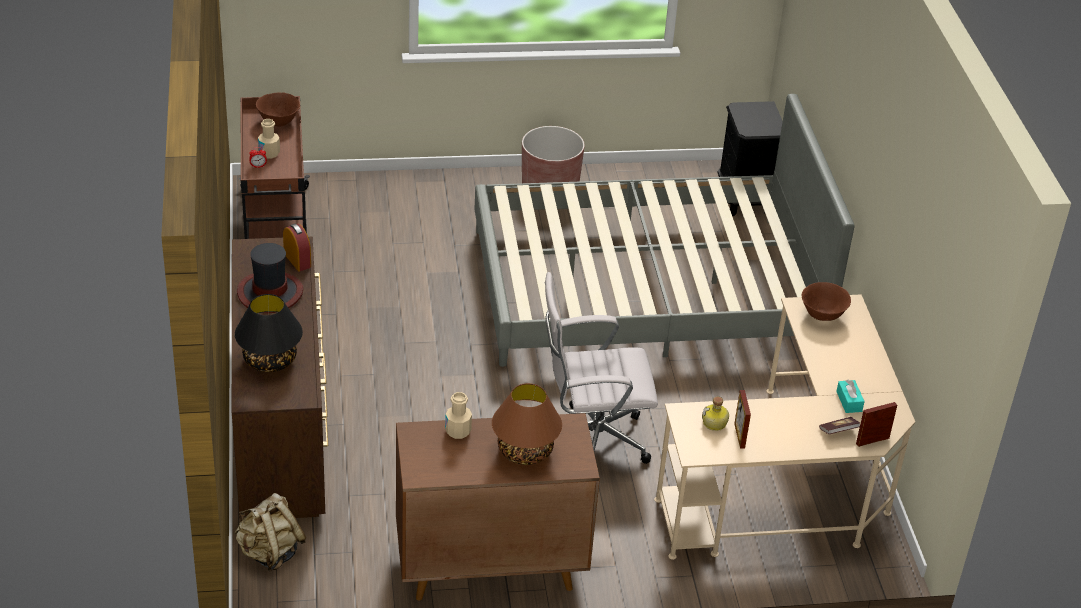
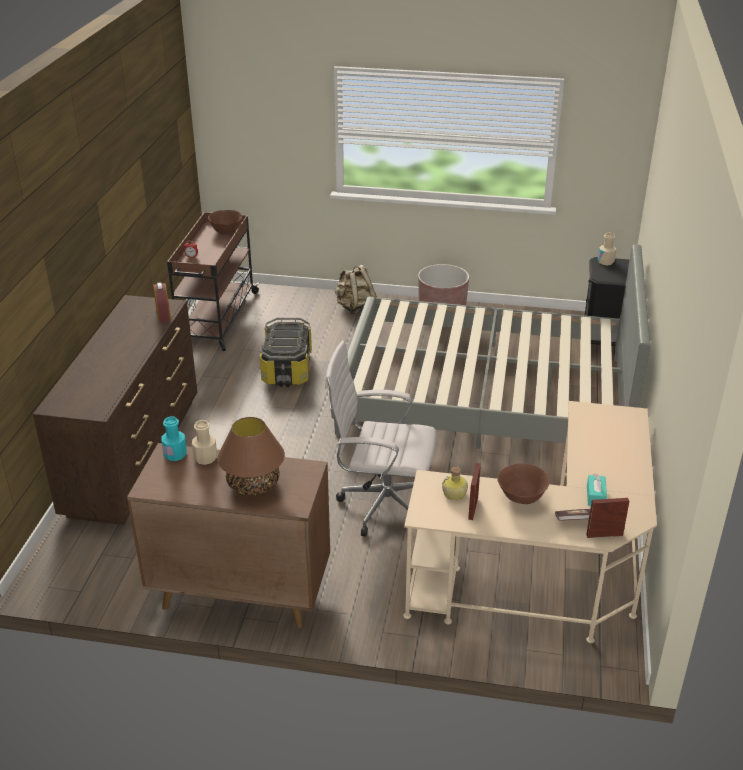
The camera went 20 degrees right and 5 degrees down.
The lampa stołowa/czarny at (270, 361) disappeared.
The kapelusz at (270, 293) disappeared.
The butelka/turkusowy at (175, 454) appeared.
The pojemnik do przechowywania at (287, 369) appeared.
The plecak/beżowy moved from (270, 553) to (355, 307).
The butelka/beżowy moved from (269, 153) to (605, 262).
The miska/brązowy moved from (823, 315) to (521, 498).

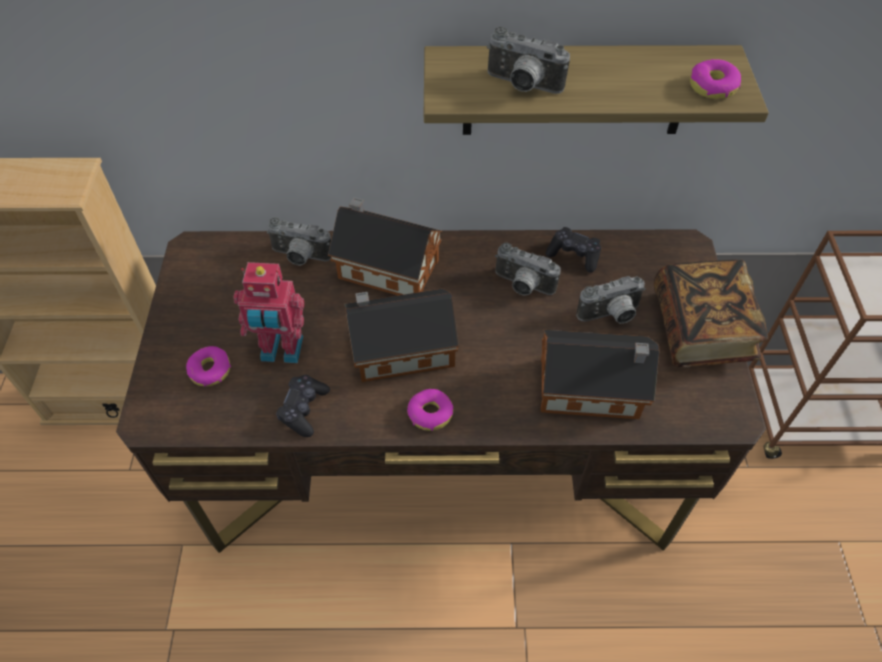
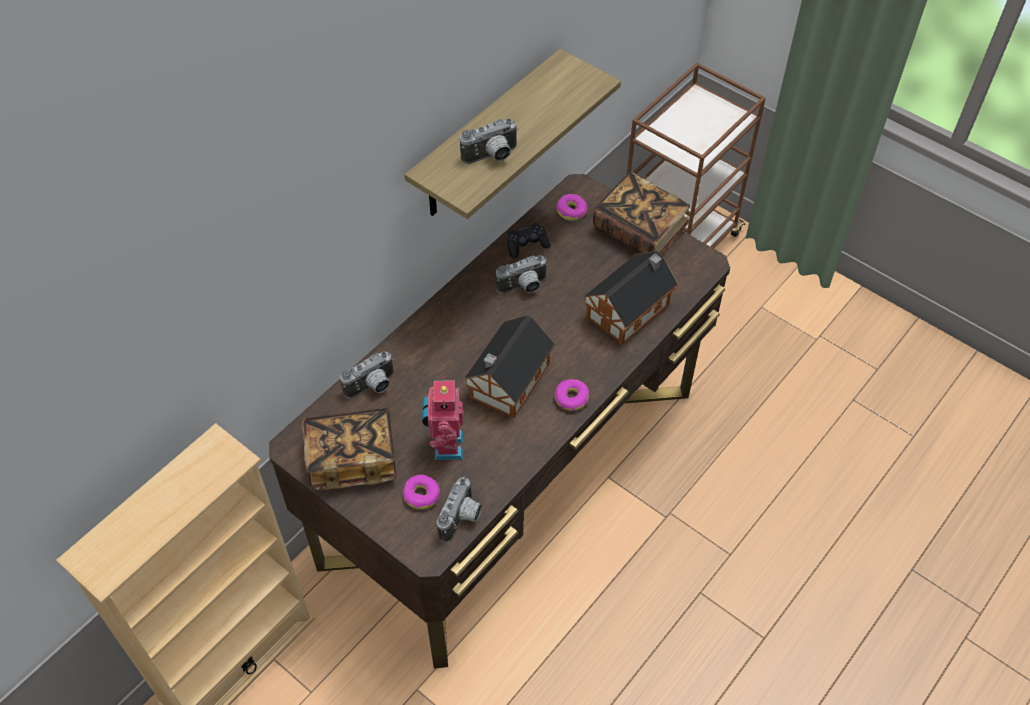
The camera went 50 degrees left and 0 degrees up.
The pad do gier/czarny at (304, 409) disappeared.
The domek at (385, 267) disappeared.
The książka at (352, 459) appeared.
The aparat fotograficzny moved from (611, 316) to (462, 519).
The donut moved from (712, 87) to (571, 211).
The robot zabawkowy at (281, 351) turned 135 degrees clockwise.

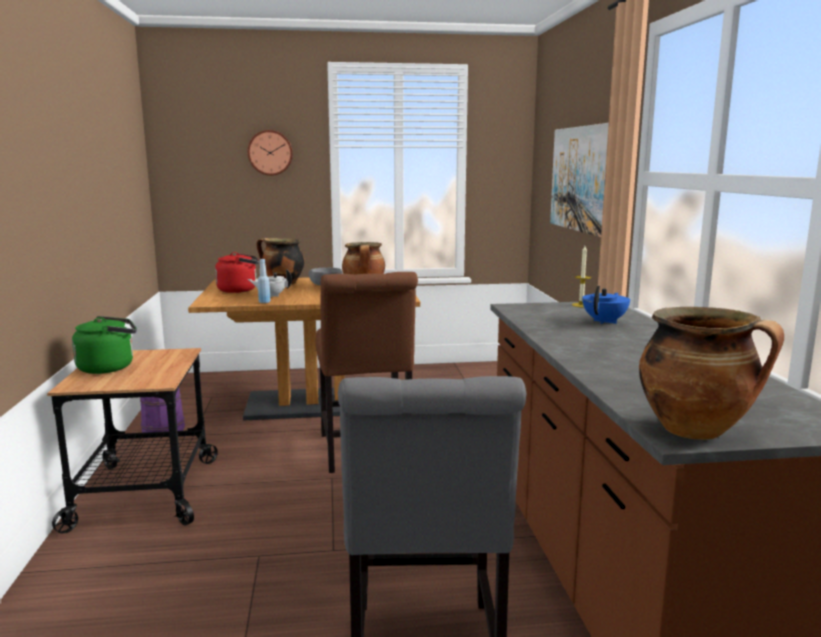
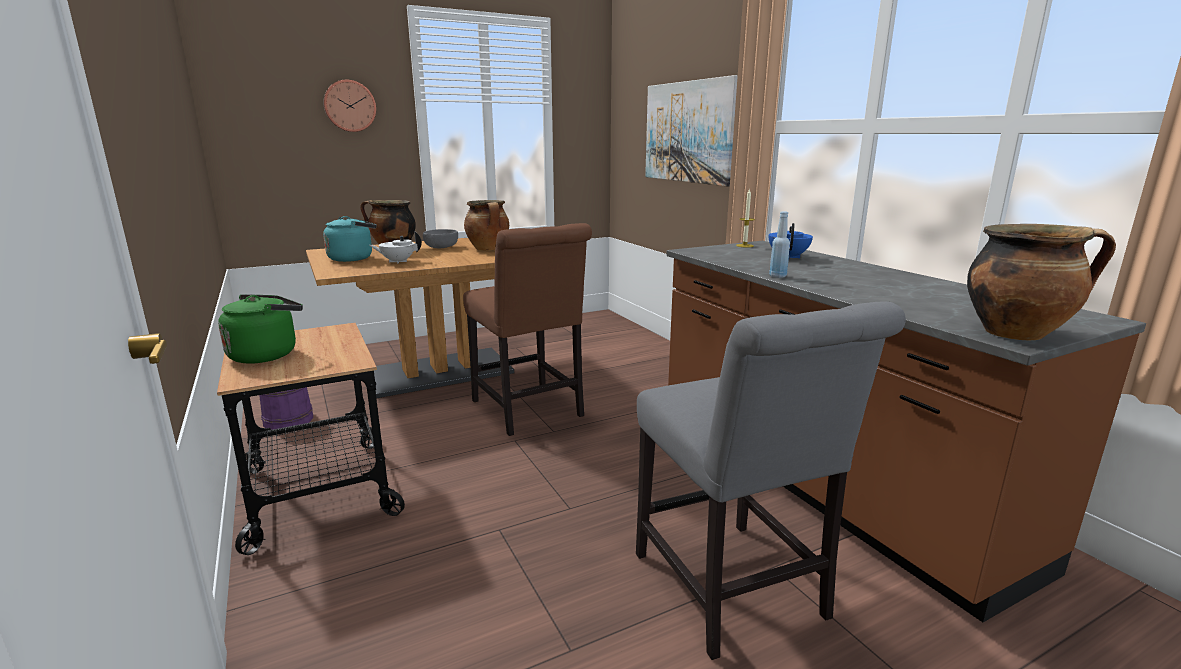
The camera went 20 degrees left and 5 degrees up.
The butelka/niebieski moved from (264, 302) to (777, 276).
The czajnik/czerwony at (240, 290) became the czajnik/turkusowy at (353, 258).

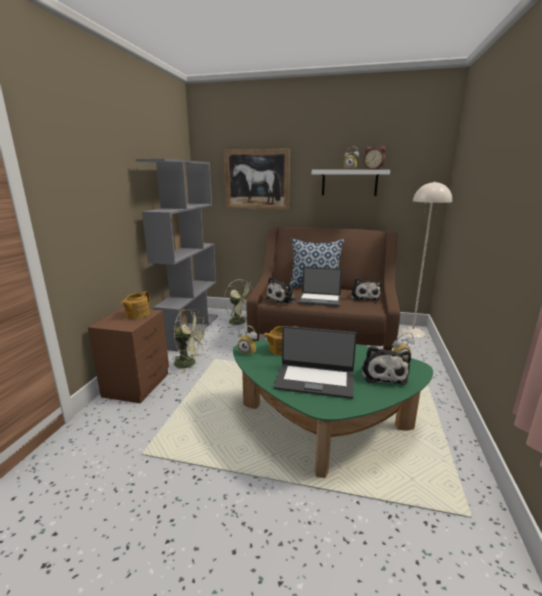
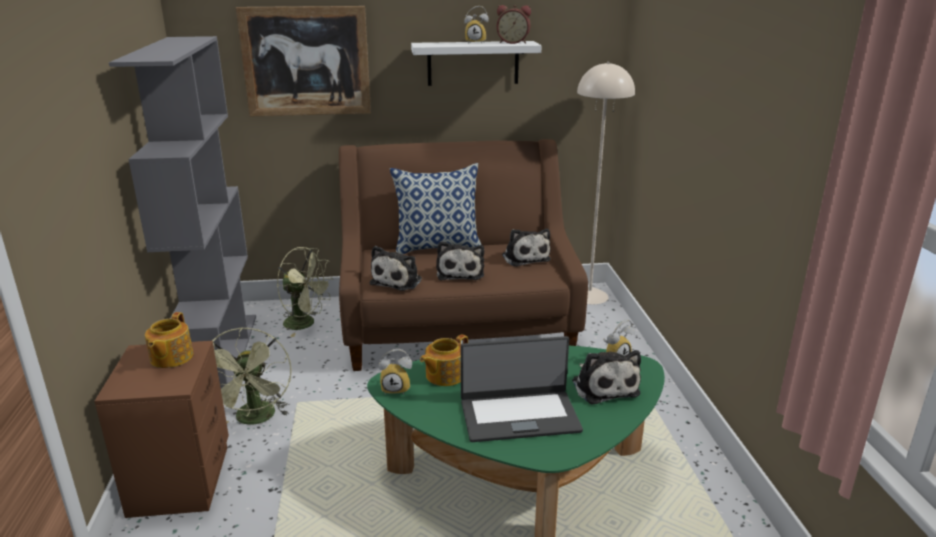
The camera went 20 degrees left and 5 degrees up.
The laptop at (320, 300) was replaced by the pluszak at (460, 272).
The wentylator/zielony at (190, 363) turned 90 degrees clockwise.

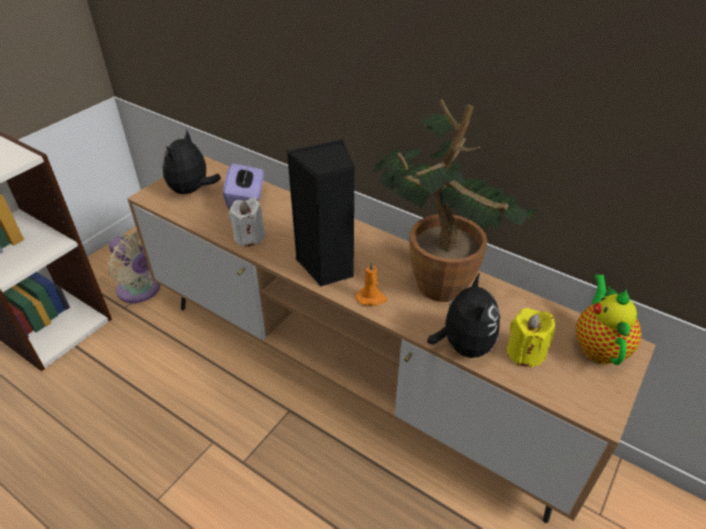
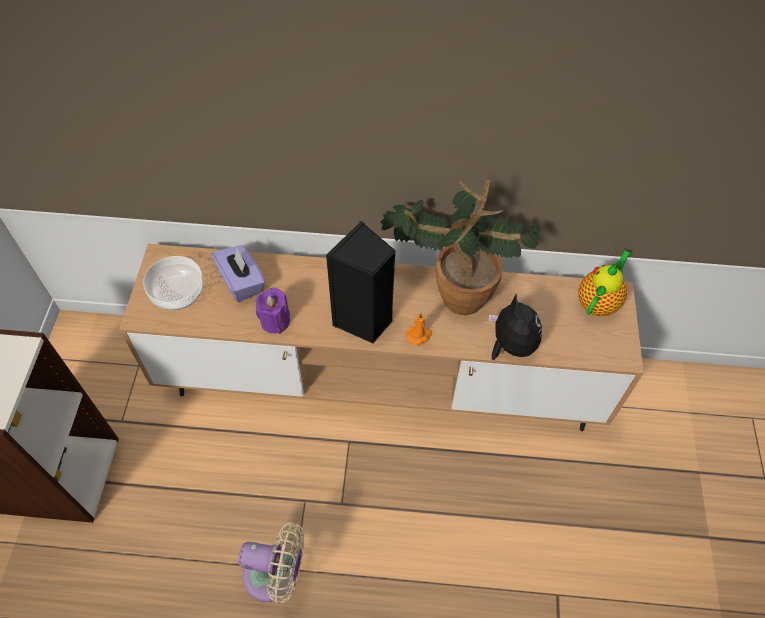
The camera went 30 degrees left and 15 degrees up.
The świeca/żółty at (525, 352) disappeared.
The wentylator/beżowy moved from (141, 290) to (276, 575).
The pluszak at (192, 191) was replaced by the miska at (178, 293).
The świeca/biały at (249, 237) became the świeca/fioletowy at (275, 321).
The imbryk at (598, 346) turned 60 degrees clockwise.

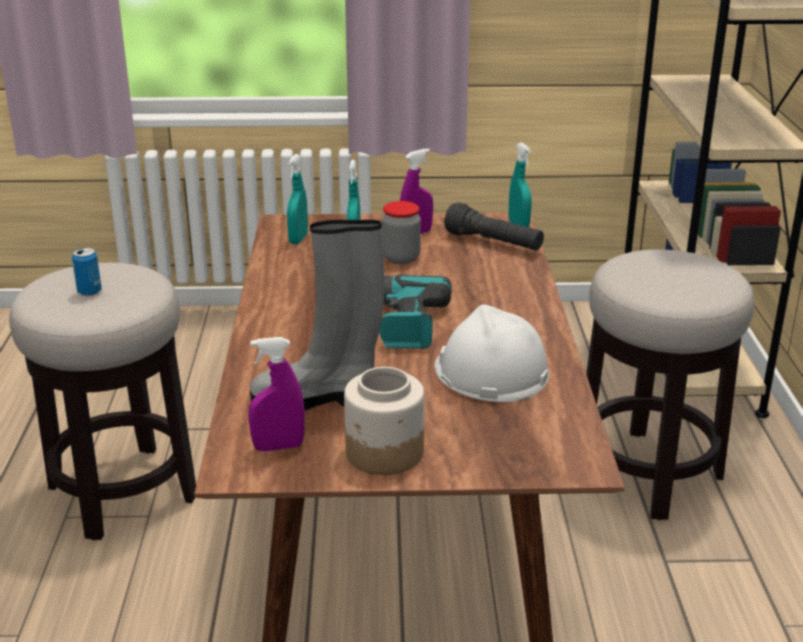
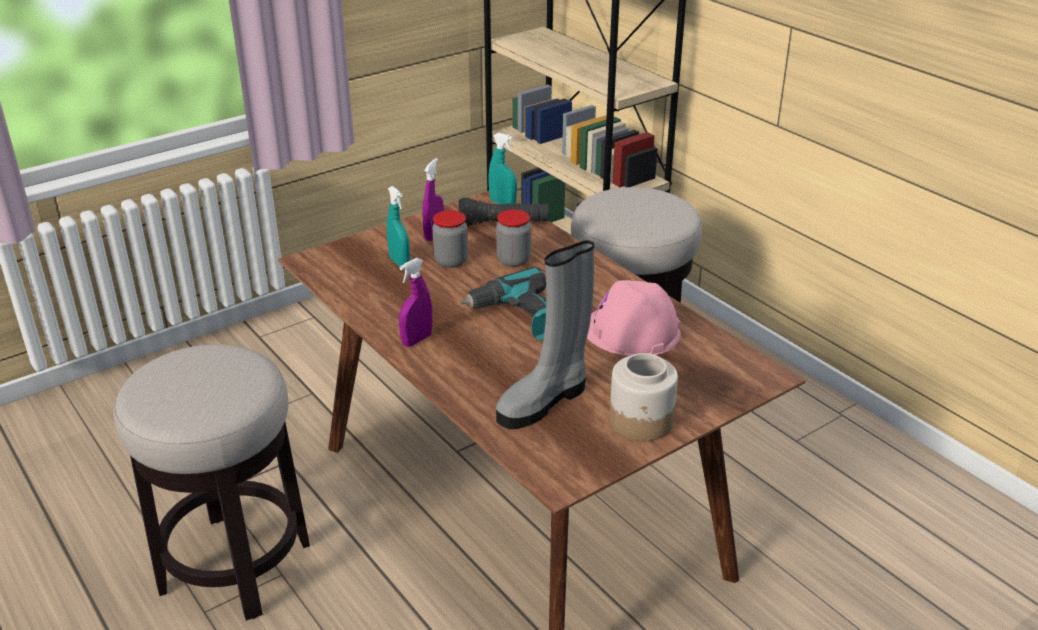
The camera went 35 degrees left and 5 degrees up.
The puszka at (89, 292) disappeared.
The spryskiwacz/turkusowy at (298, 239) disappeared.
The słoik at (513, 260) appeared.
The spryskiwacz/fioletowy moved from (278, 447) to (417, 340).
The kask/biały at (490, 371) became the kask/różowy at (631, 331).

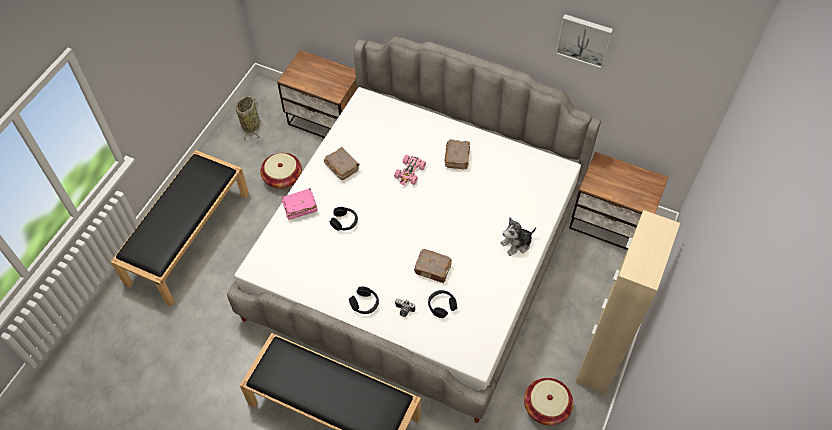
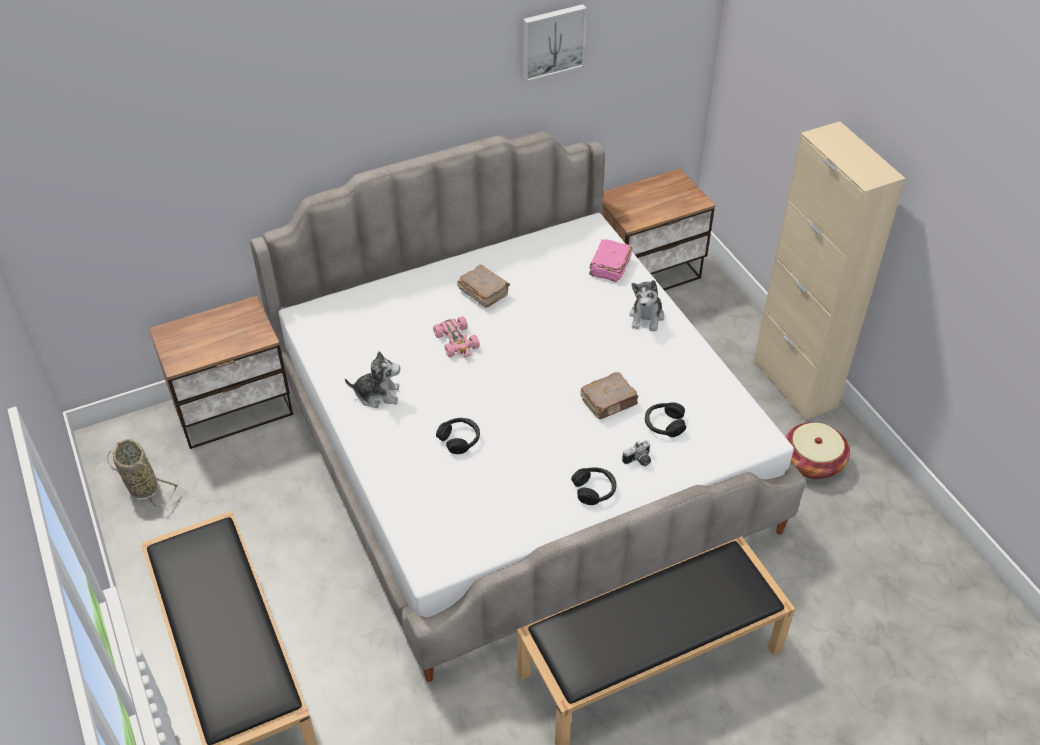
The camera went 50 degrees left and 10 degrees down.
The koszyk at (282, 177) disappeared.
The książka/różowy moved from (299, 208) to (609, 267).
The książka/brązowy at (342, 167) was replaced by the pluszak at (377, 394).

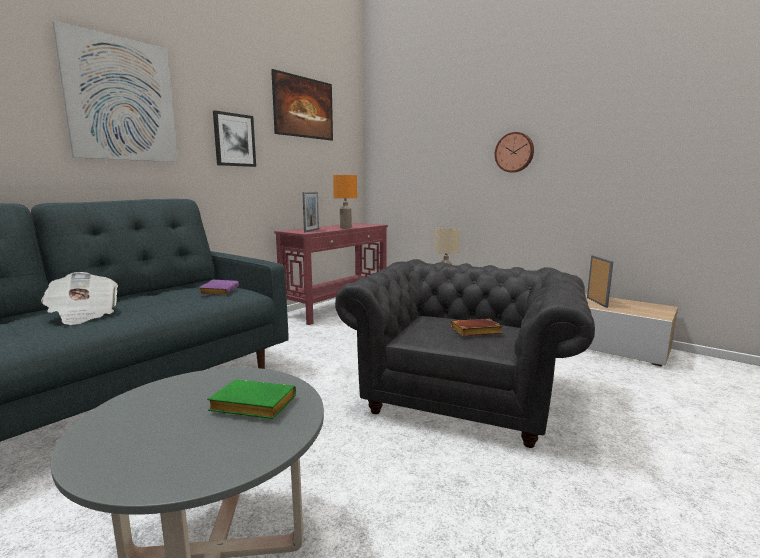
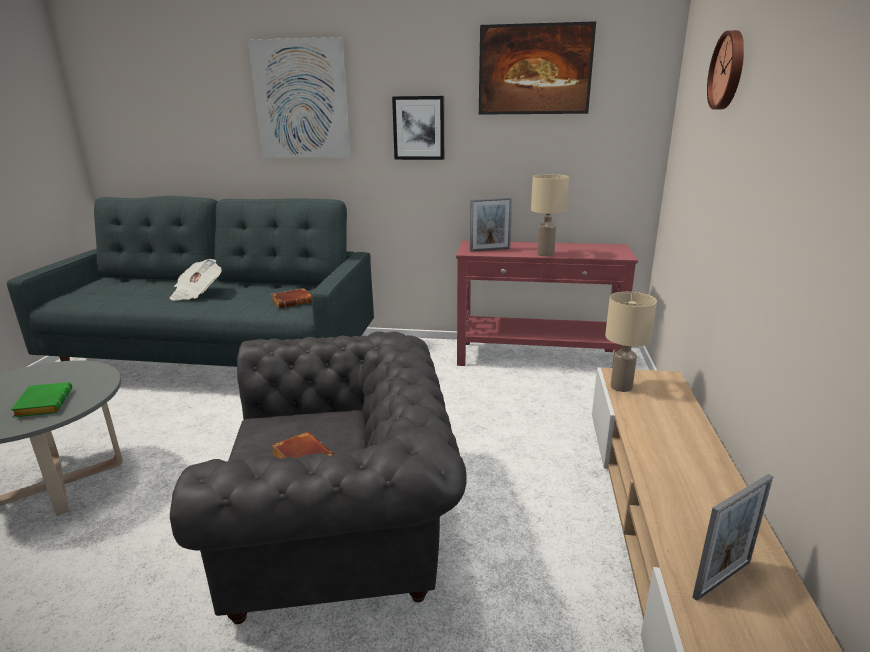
The camera went 60 degrees right and 10 degrees up.
The zegar ścienny moved from (514, 152) to (729, 70).
The książka/fioletowy at (219, 291) became the książka/brązowy at (293, 301).
The lampa stołowa/pomarańczowy at (346, 228) became the lampa stołowa/beżowy at (545, 254).

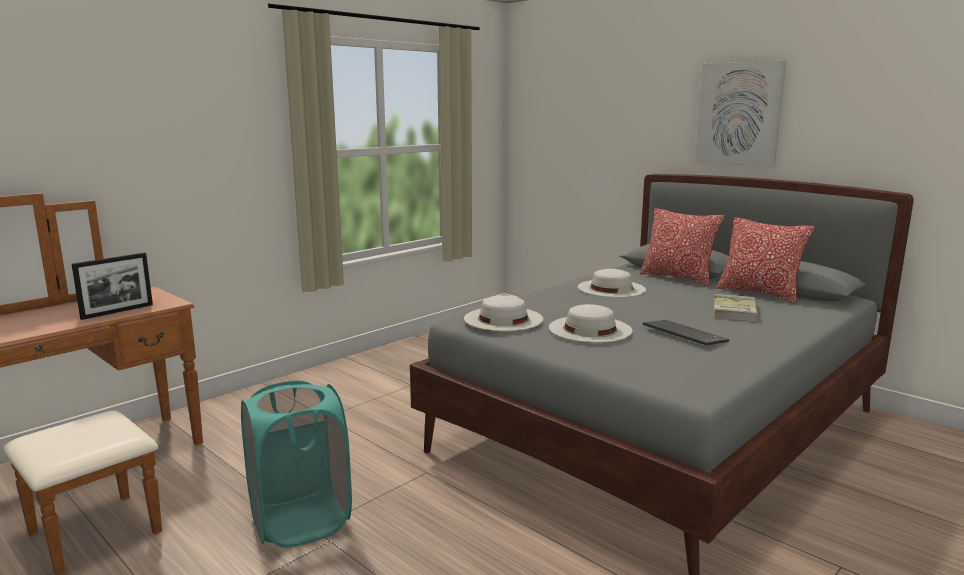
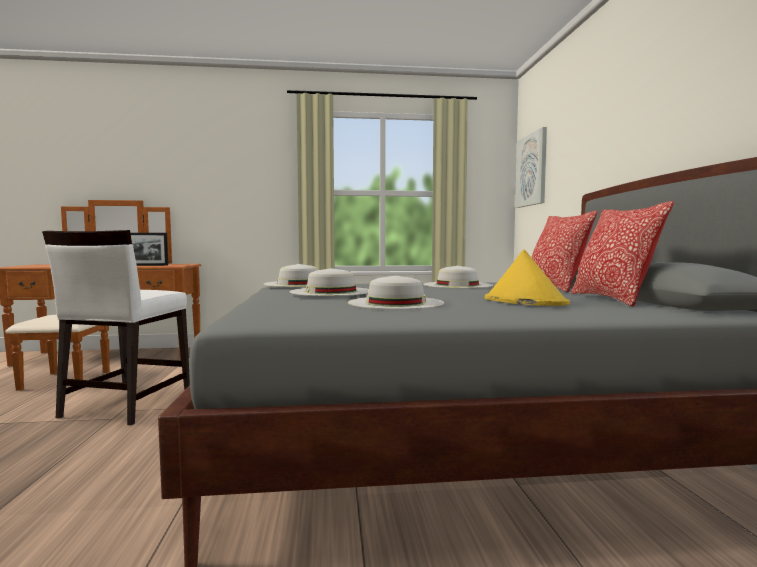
The camera went 40 degrees right and 10 degrees down.
The obraz moved from (739, 114) to (532, 170).
The kosz na pranie/turkusowy at (300, 522) was replaced by the krzesło/biały at (126, 405).
The klawiatura at (682, 334) was replaced by the kapelusz/biały at (395, 303).
The książka at (734, 311) was replaced by the kapelusz/żółty at (523, 301).

